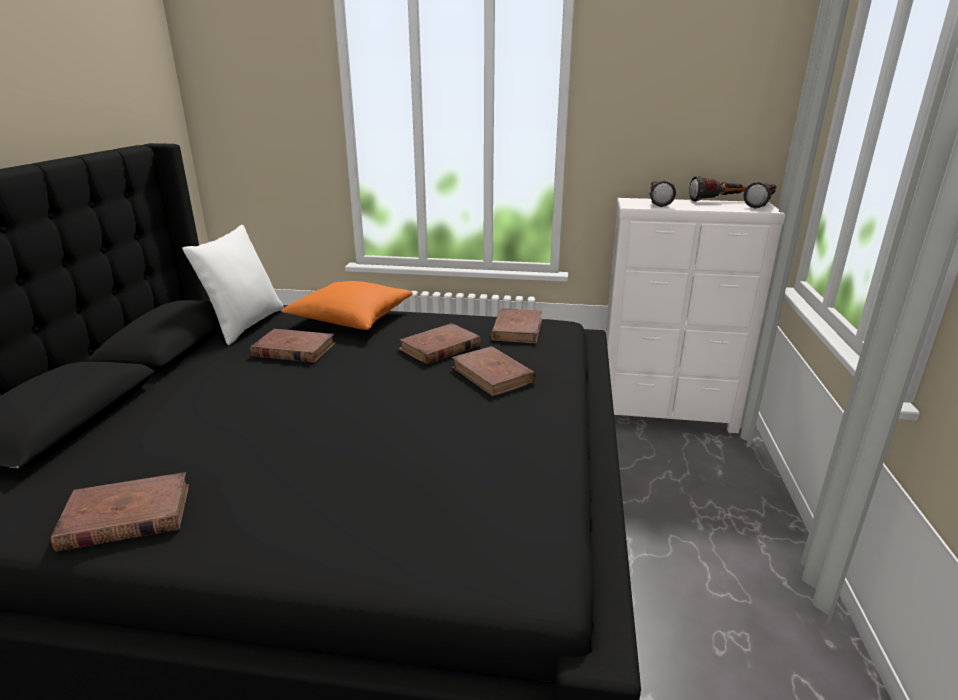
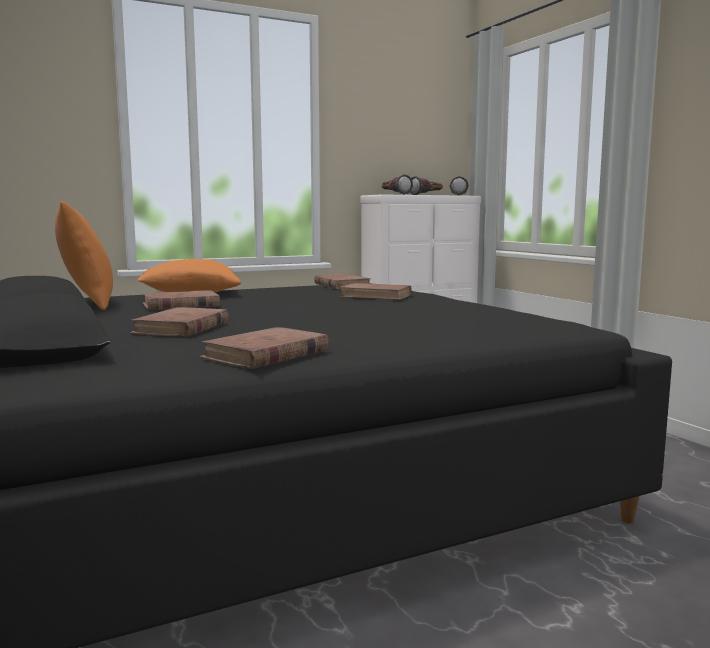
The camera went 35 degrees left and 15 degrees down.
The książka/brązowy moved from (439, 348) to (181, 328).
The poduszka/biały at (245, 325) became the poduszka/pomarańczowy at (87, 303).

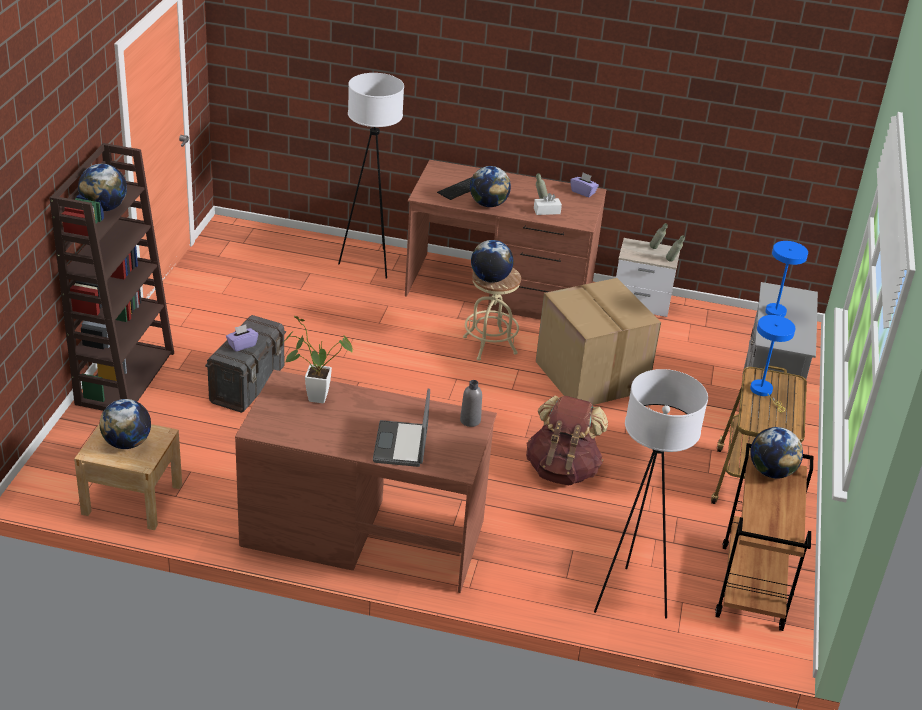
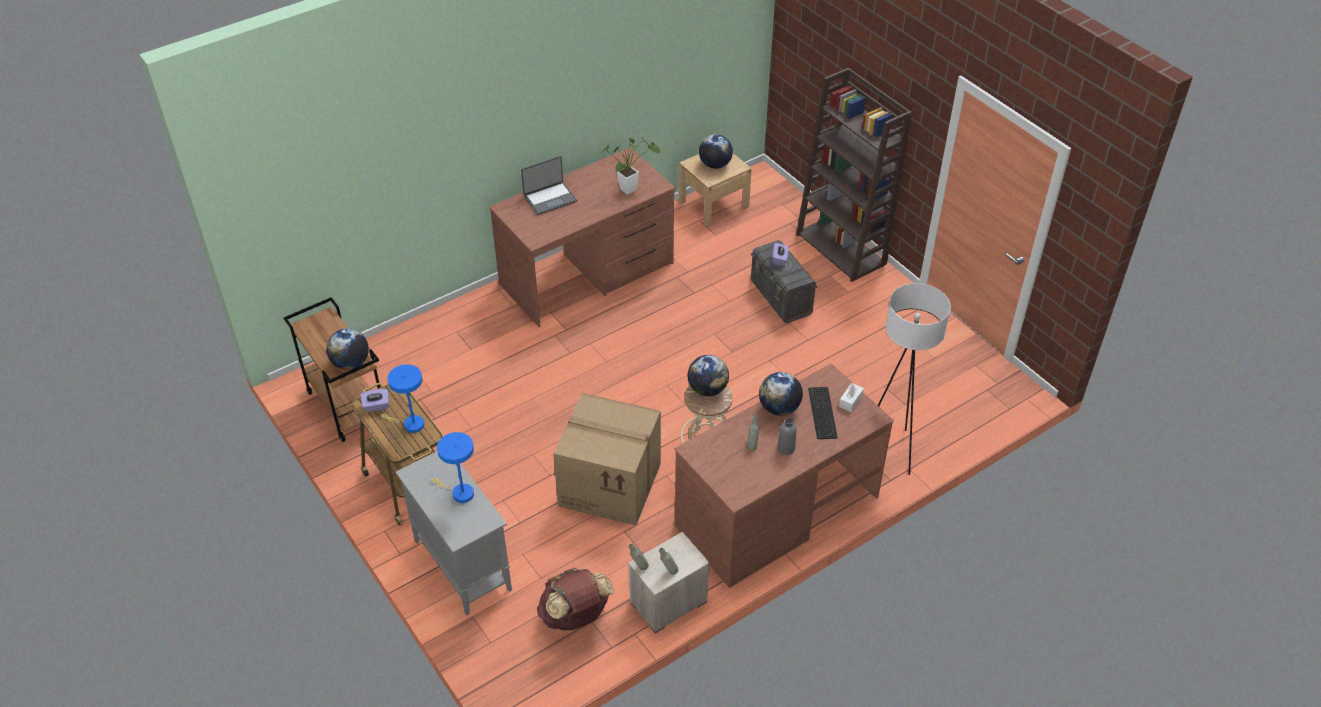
The camera went 135 degrees right and 10 degrees up.
The globus at (104, 208) disappeared.
The lampa stojąca/biały at (629, 598) disappeared.
The butelka/szary moved from (470, 420) to (786, 448).
The plecak/brązowy moved from (562, 470) to (575, 616).
The pudełko chusteczek/biały moved from (547, 211) to (850, 401).
The pudełko chusteczek/fioletowy moved from (583, 192) to (376, 406).
The laptop at (402, 445) turned 105 degrees clockwise.

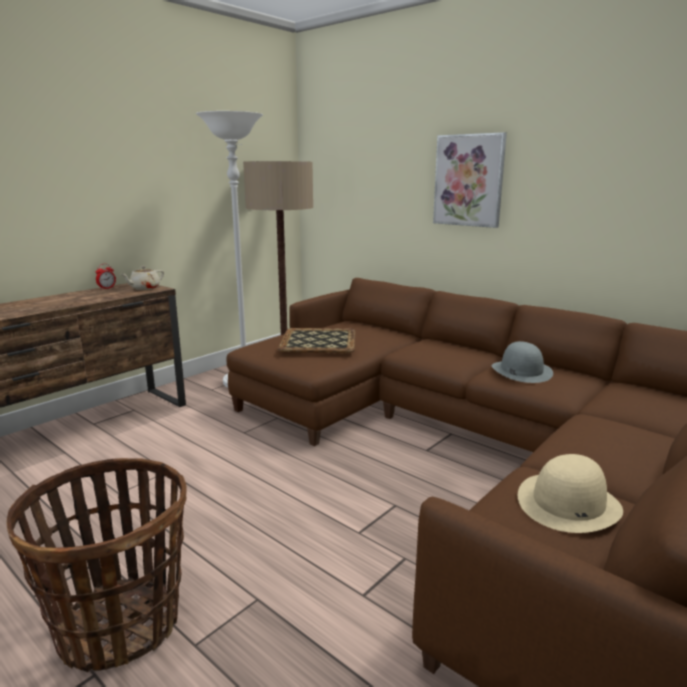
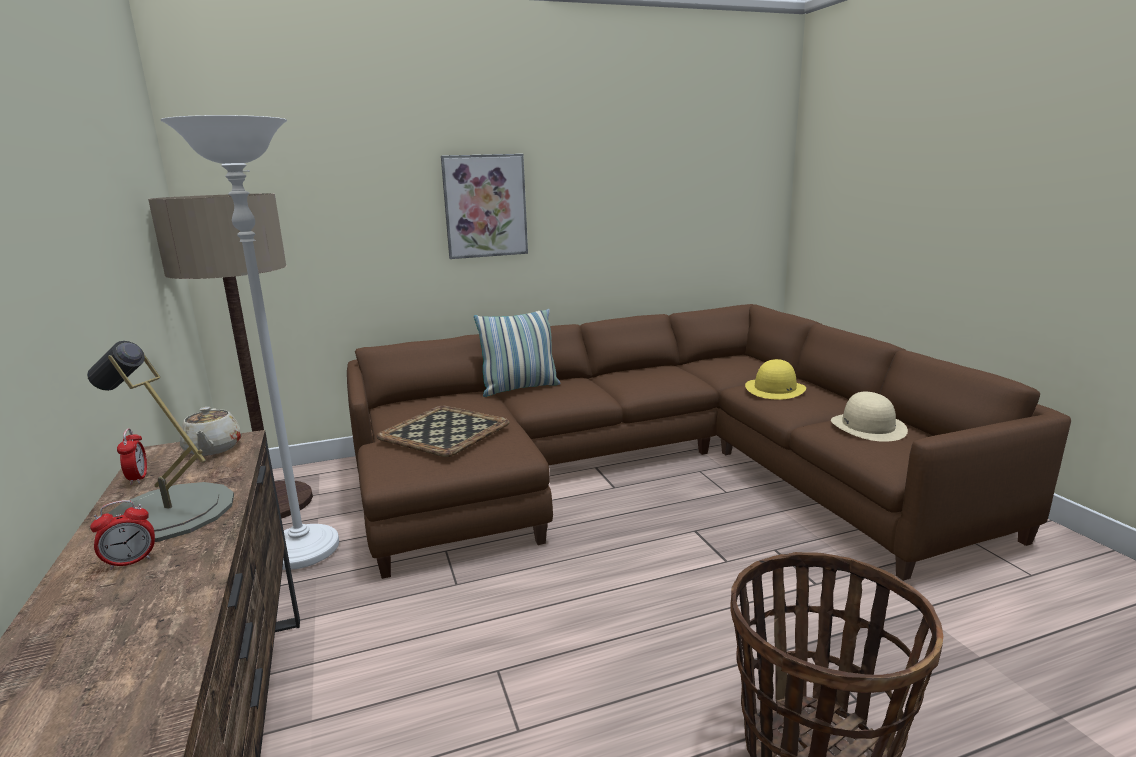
The camera went 60 degrees left and 0 degrees up.
The kapelusz/szary at (521, 371) disappeared.
The lampa stołowa/szary at (168, 512) appeared.
The budzik at (131, 562) appeared.
The poduszka at (519, 388) appeared.
The kapelusz/żółty at (775, 389) appeared.

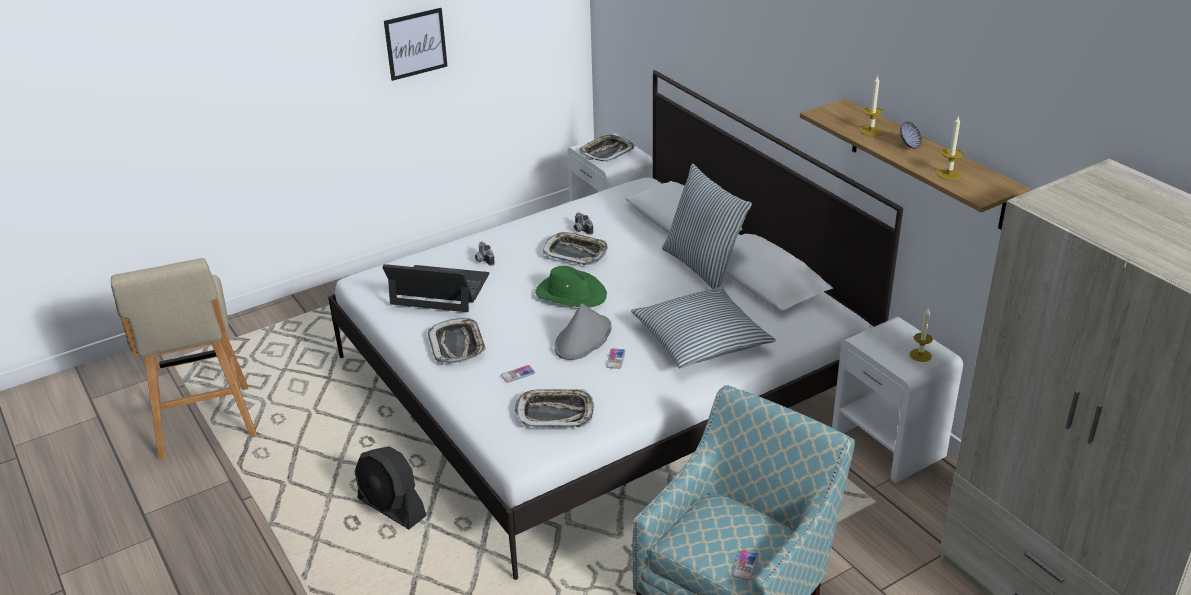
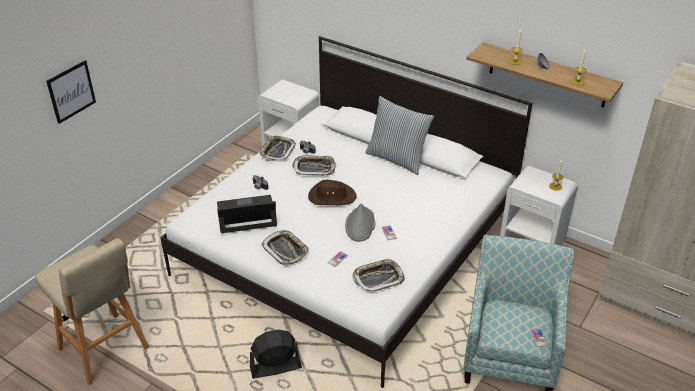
The camera went 25 degrees left and 5 degrees up.
The poduszka at (701, 339) disappeared.
The obraz moved from (415, 43) to (71, 91).
The taca moved from (606, 152) to (277, 151).
The kapelusz/zielony at (571, 294) became the kapelusz/brązowy at (331, 197).
The wentylator/czarny at (392, 508) turned 150 degrees clockwise.

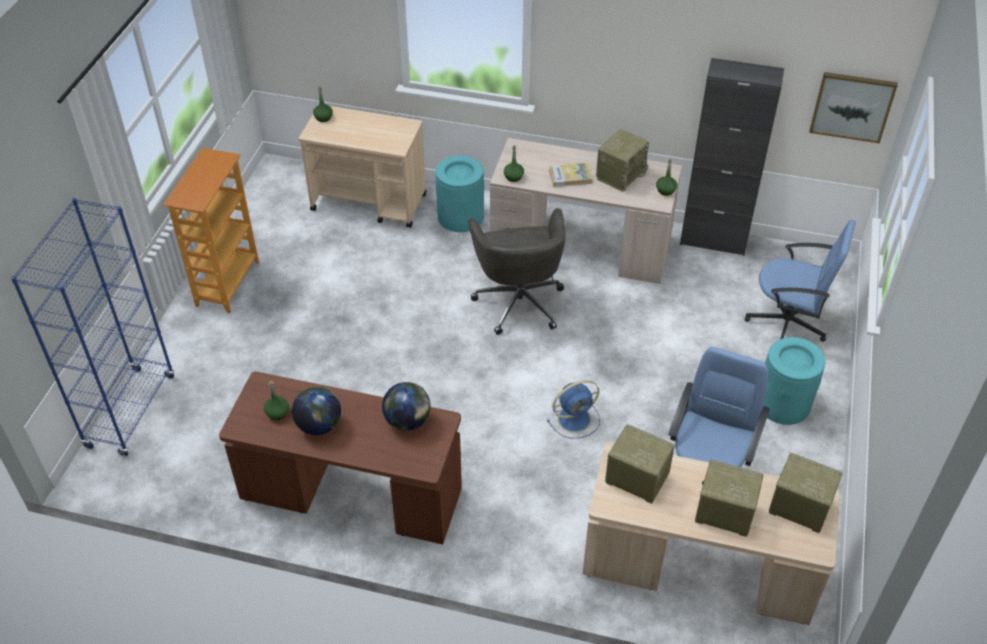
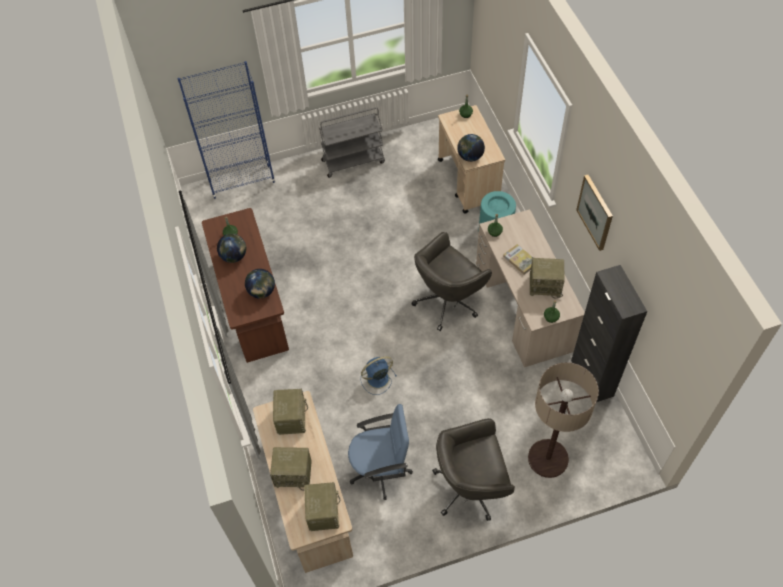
The camera went 60 degrees right and 10 degrees up.
The globus at (470, 157) appeared.
The obraz moved from (852, 106) to (595, 212).
The regał at (227, 283) was replaced by the wózek/szary at (353, 161).
The krzesło biurowe/niebieski at (788, 323) was replaced by the lampa stojąca at (548, 458).
The kosz na śmieci/turkusowy at (783, 403) was replaced by the krzesło biurowe/szary at (471, 486).
The wentylator/niebieski at (575, 419) turned 120 degrees clockwise.
The radio at (723, 513) turned 105 degrees clockwise.

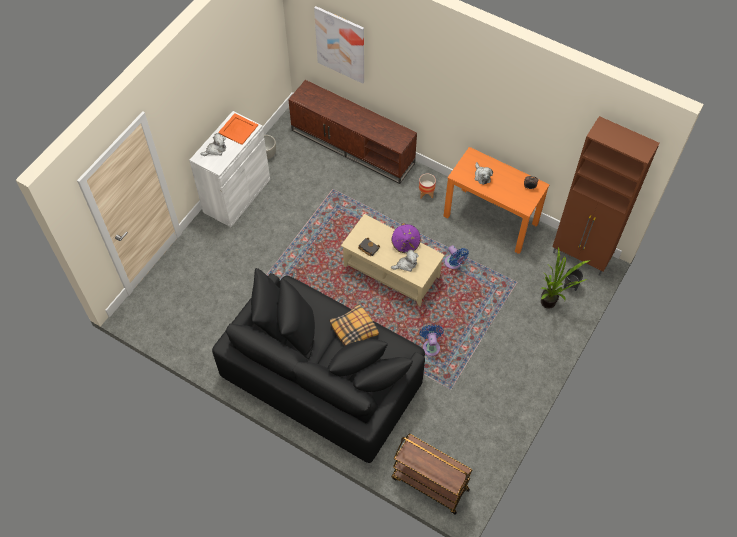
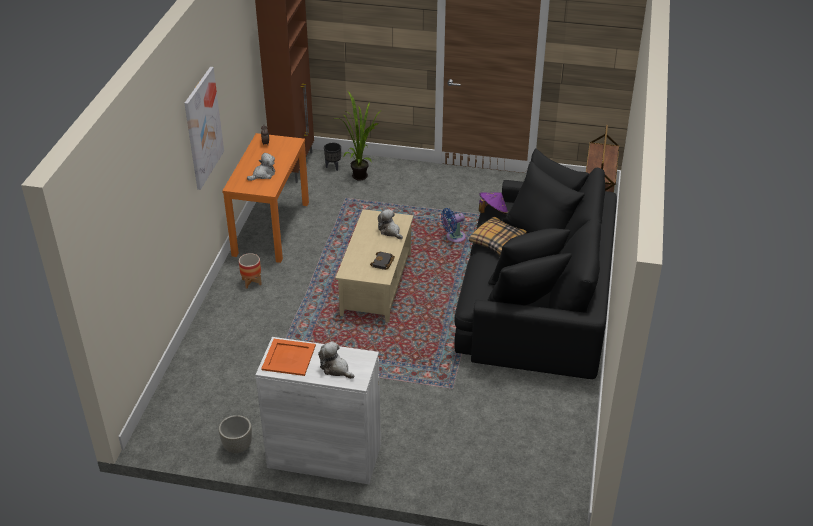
The camera went 110 degrees left and 20 degrees down.
The szafka pod telewizor/brązowy at (353, 146) disappeared.
The wentylator/niebieski at (454, 263) disappeared.
The obraz moved from (340, 44) to (203, 128).
The kapelusz/fioletowy moved from (405, 243) to (492, 212).

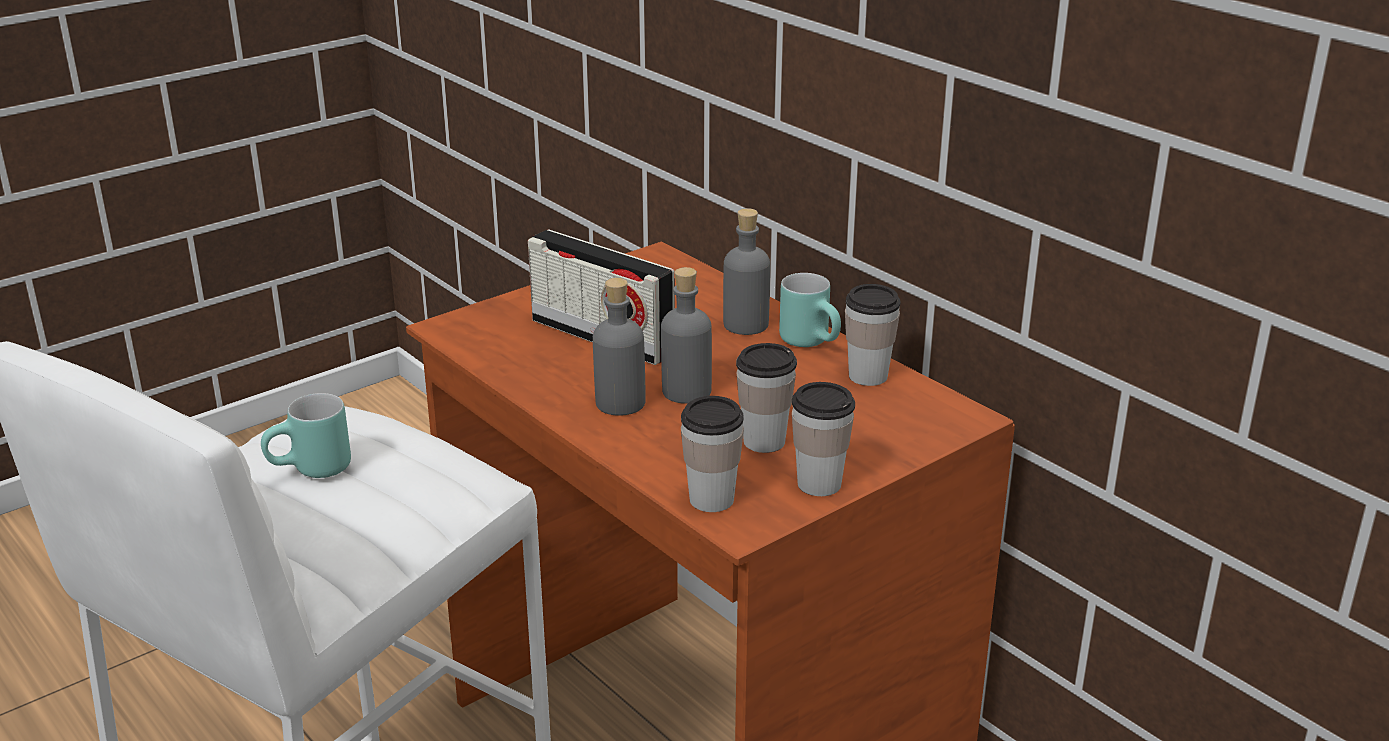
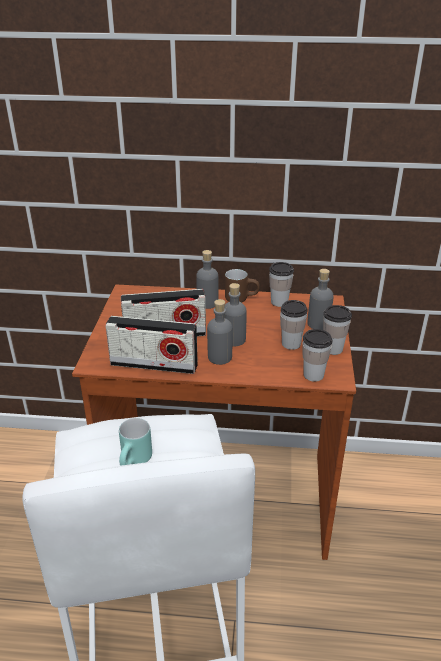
The camera went 45 degrees left and 5 degrees up.
The radio at (154, 365) appeared.
The butelka/szary at (318, 324) appeared.
The kubek/turkusowy at (813, 342) became the kubek/brązowy at (241, 298).

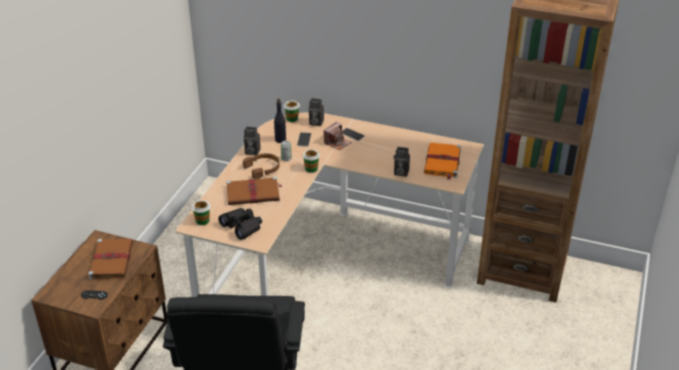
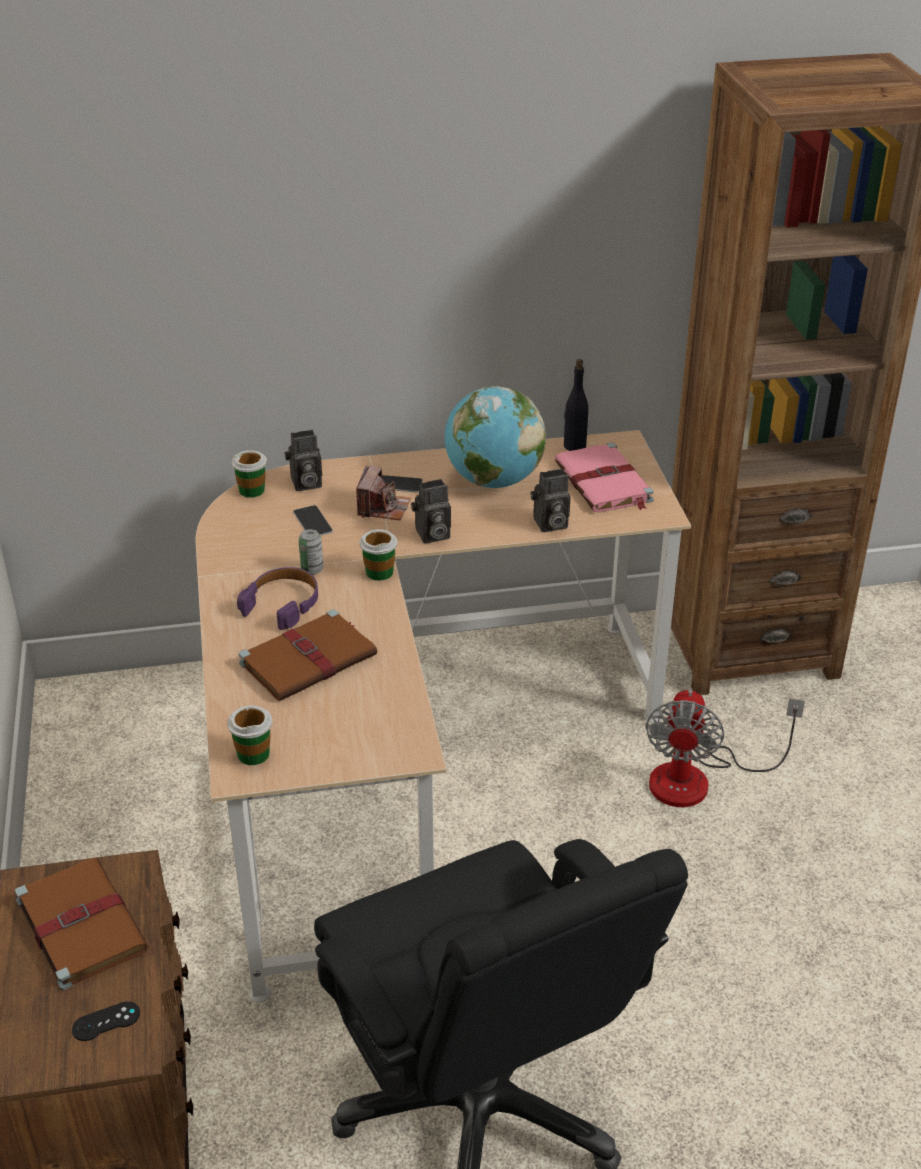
The camera went 30 degrees left and 0 degrees up.
The lornetka/czarny at (242, 227) disappeared.
The globus at (493, 481) appeared.
The wentylator at (698, 779) appeared.
The aparat fotograficzny moved from (251, 152) to (431, 535).
The butelka/czarny moved from (280, 140) to (574, 446).
The słuchawki/brązowy at (263, 168) became the słuchawki/fioletowy at (283, 604).
The książka/pomarańczowy at (442, 162) became the książka/różowy at (604, 483).

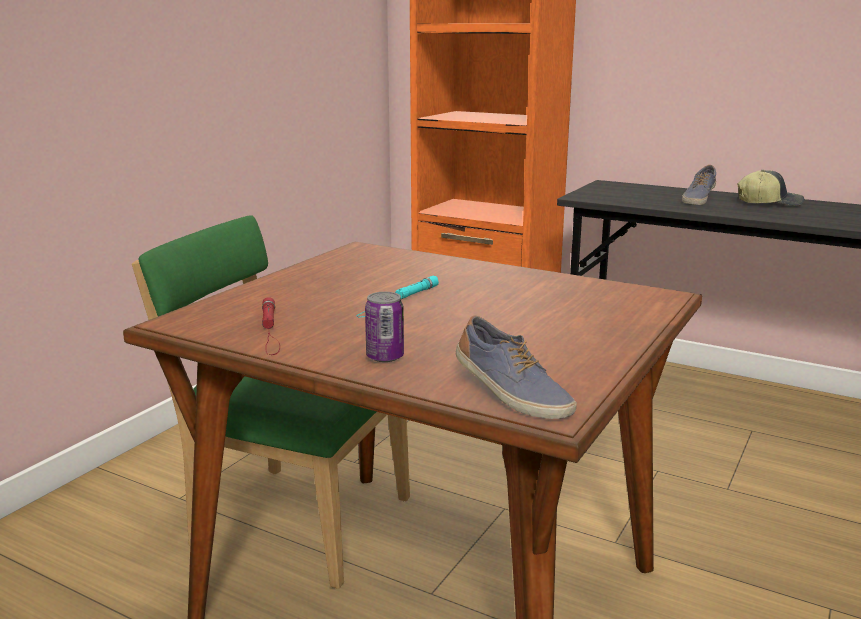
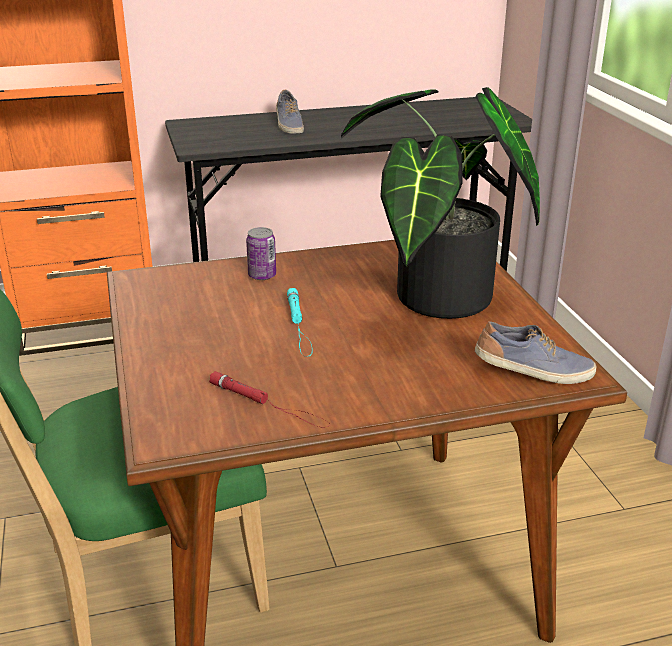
The camera went 45 degrees left and 10 degrees up.
The czapka z daszkiem at (769, 202) disappeared.
The roślina doniczkowa at (434, 301) appeared.
The puszka moved from (385, 357) to (262, 276).

